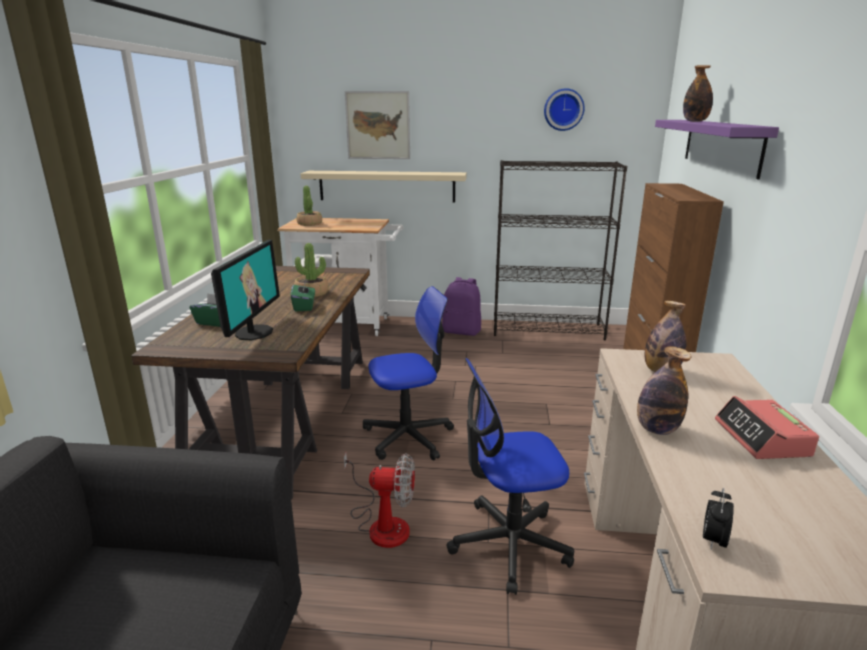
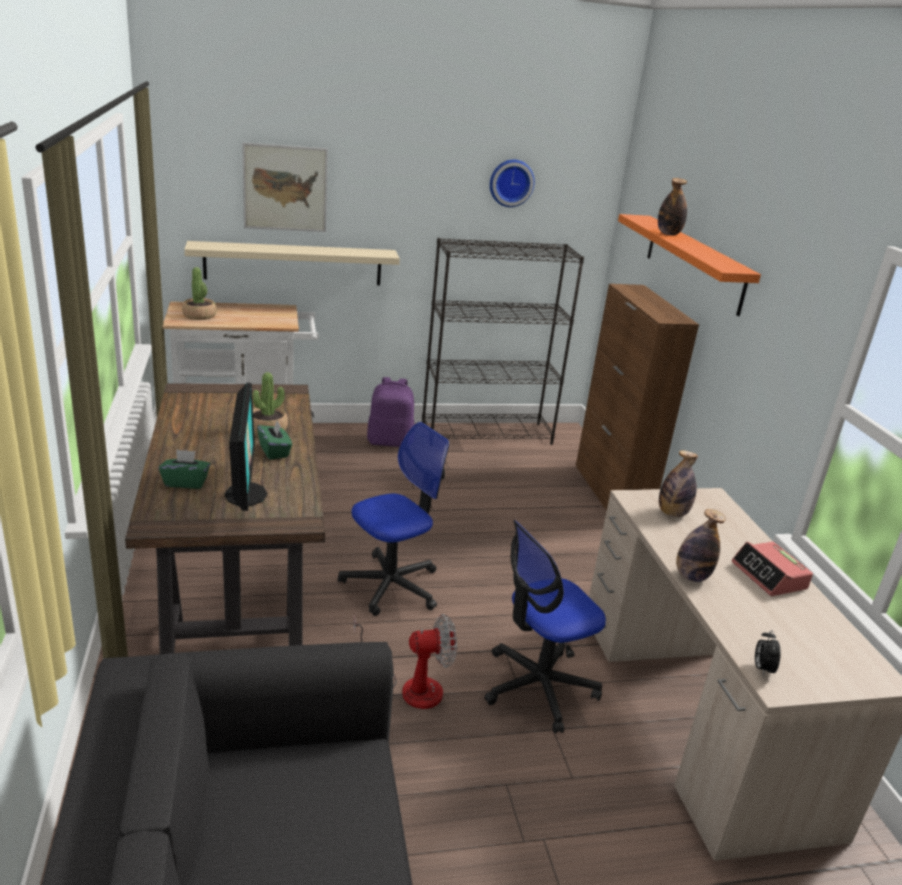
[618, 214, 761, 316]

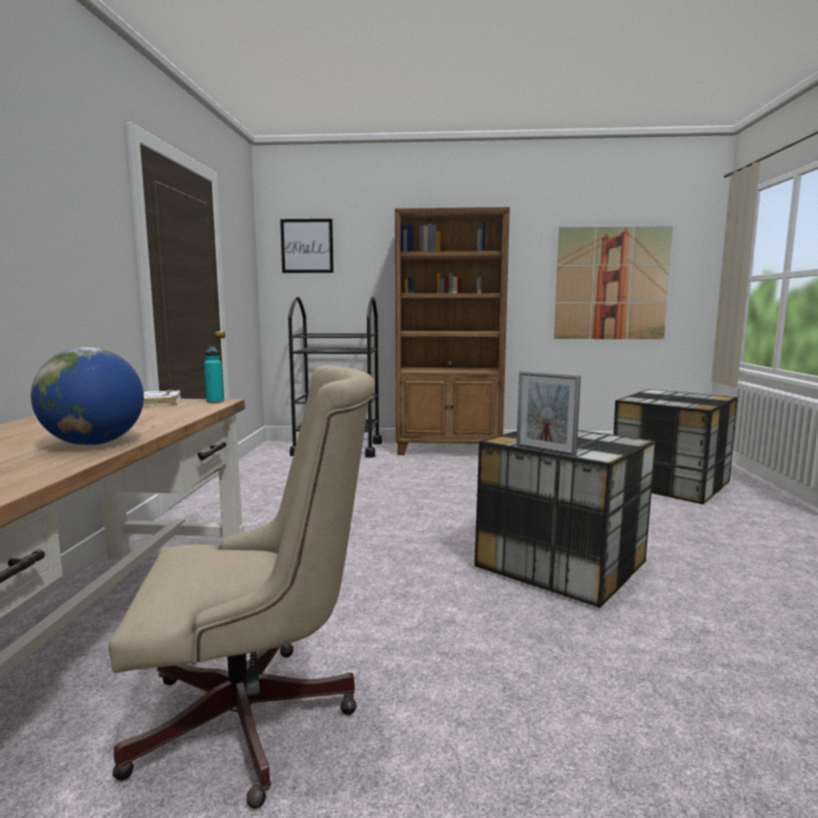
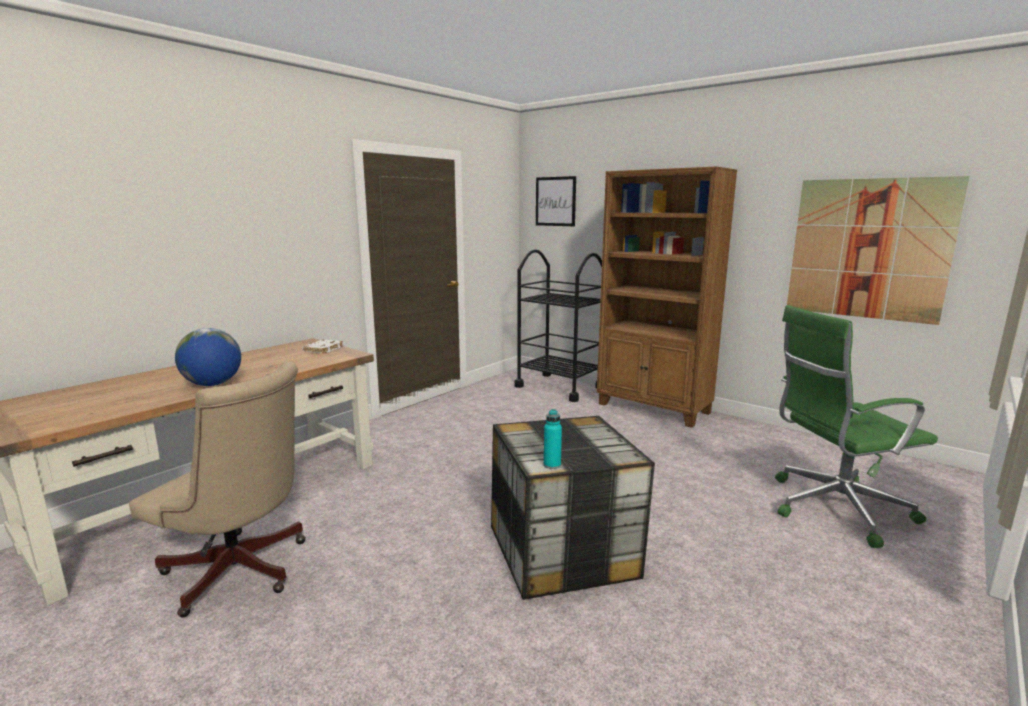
[516, 371, 581, 456] (first image)
[544, 409, 562, 469]
[775, 305, 938, 548]

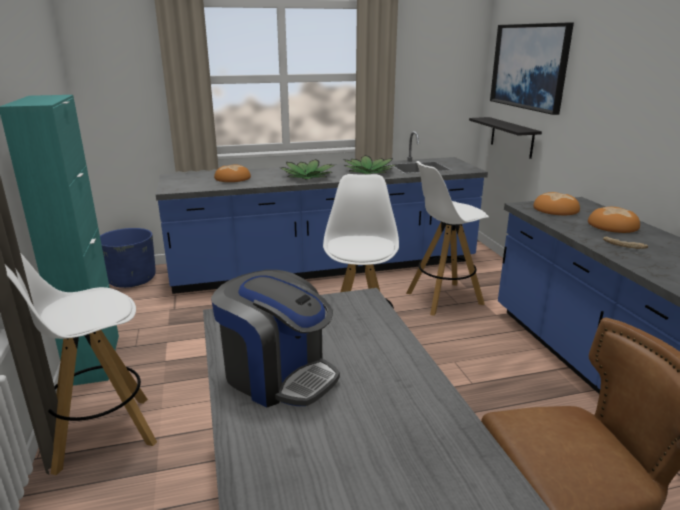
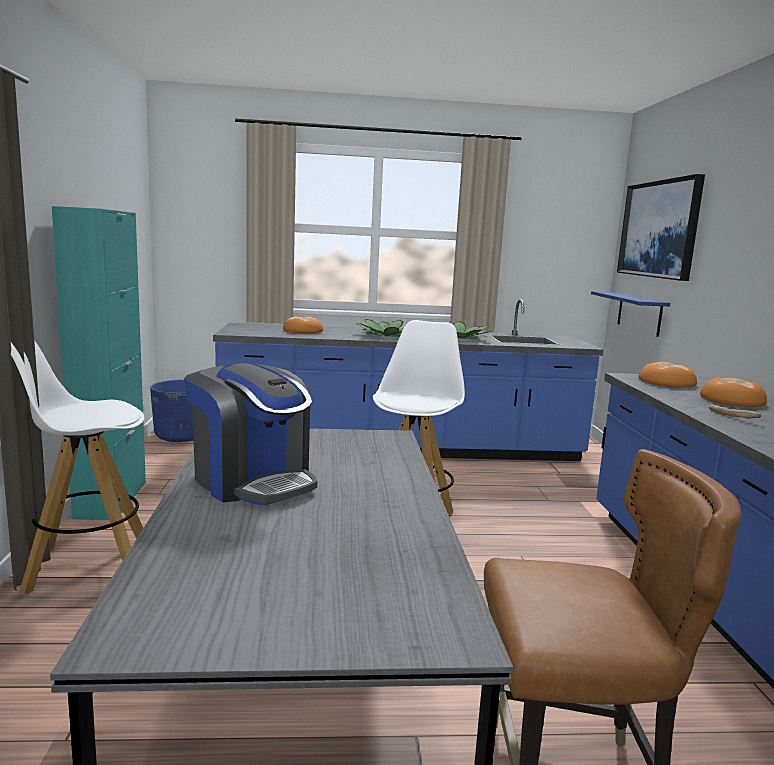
[406, 161, 489, 316] (first image)
[591, 291, 670, 337]

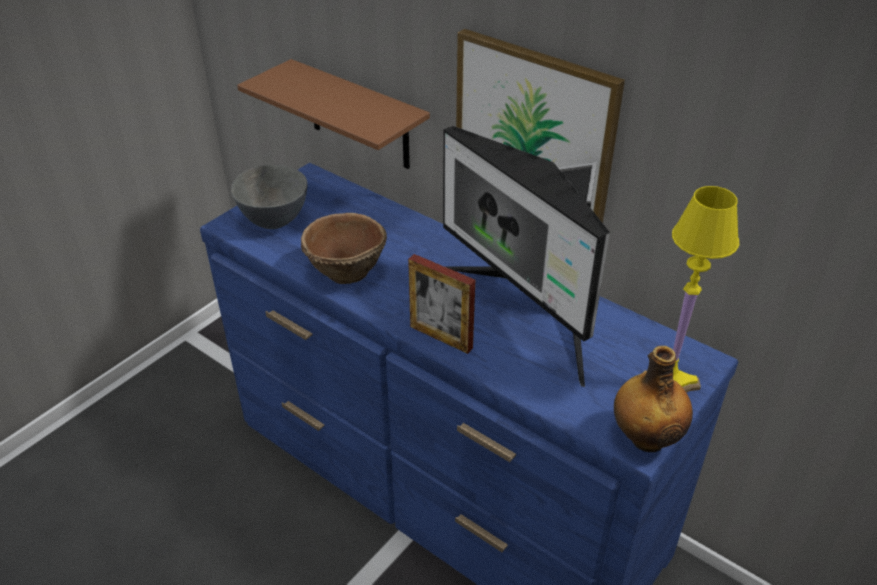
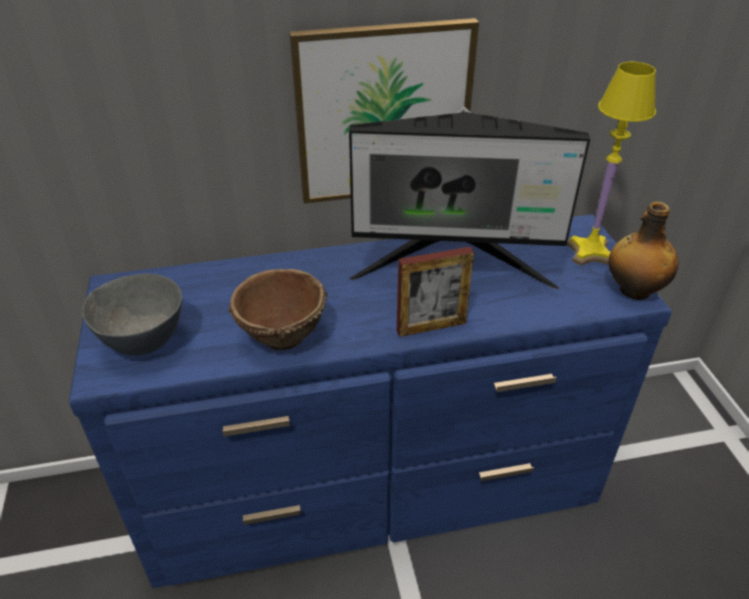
[237, 59, 430, 169] (first image)

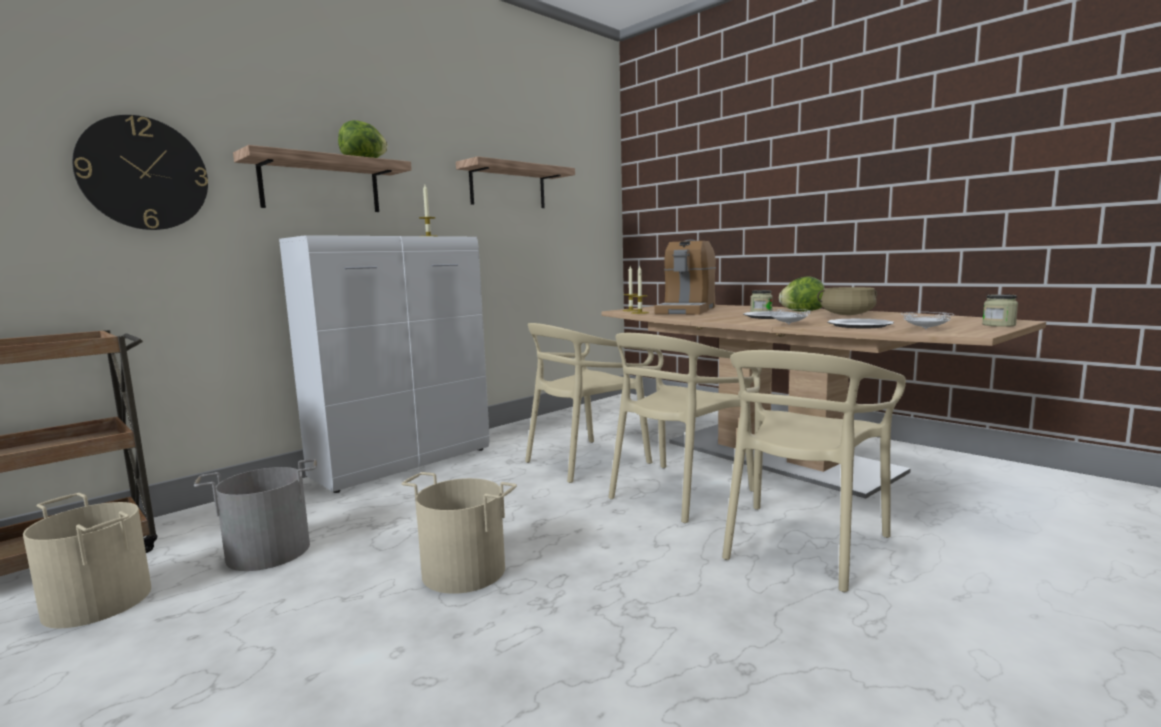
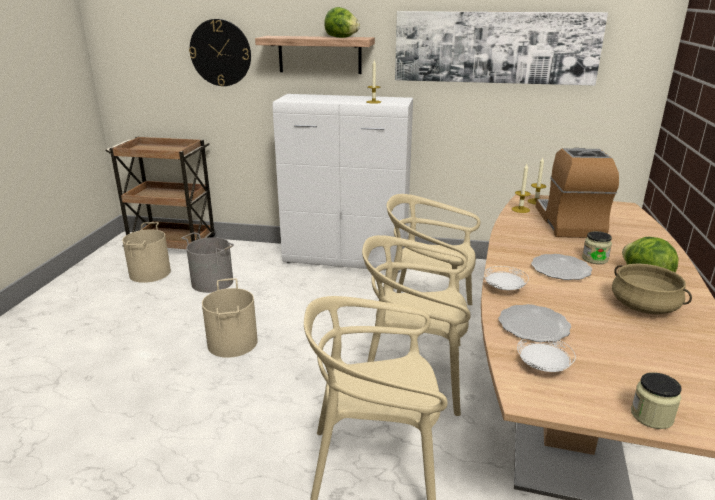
[395, 11, 608, 86]
[536, 148, 619, 238]

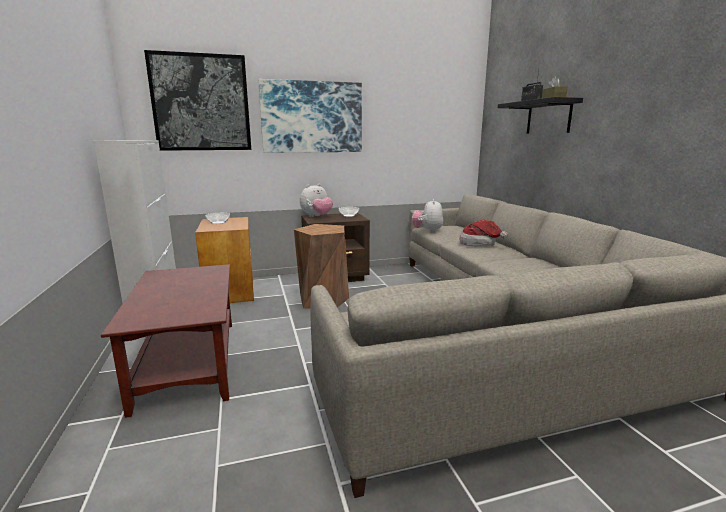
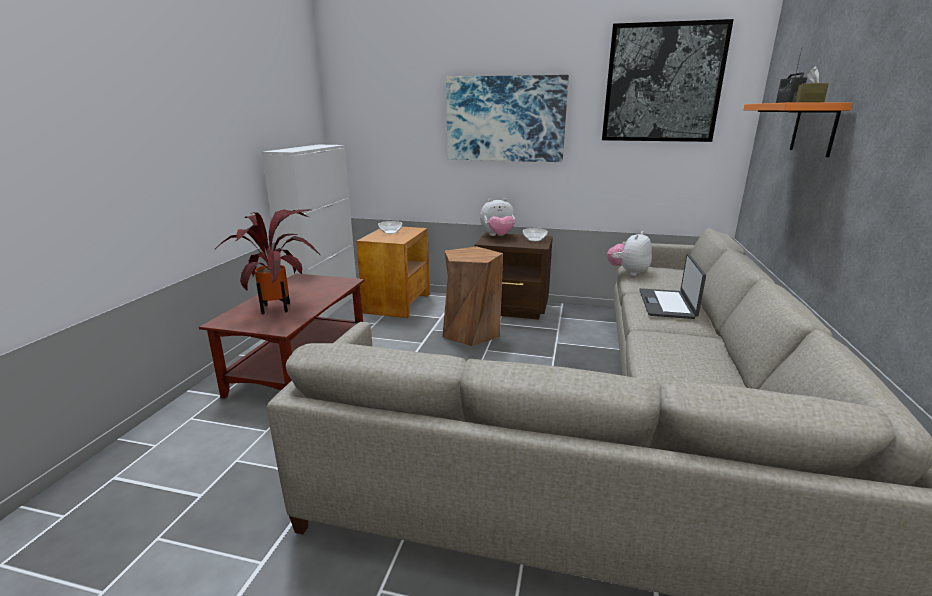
[214, 209, 321, 314]
[602, 19, 734, 142]
[639, 253, 706, 319]
[743, 102, 852, 157]

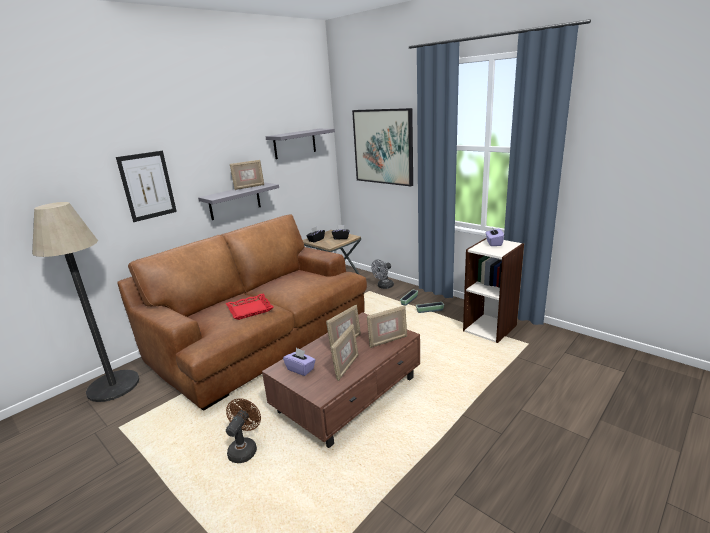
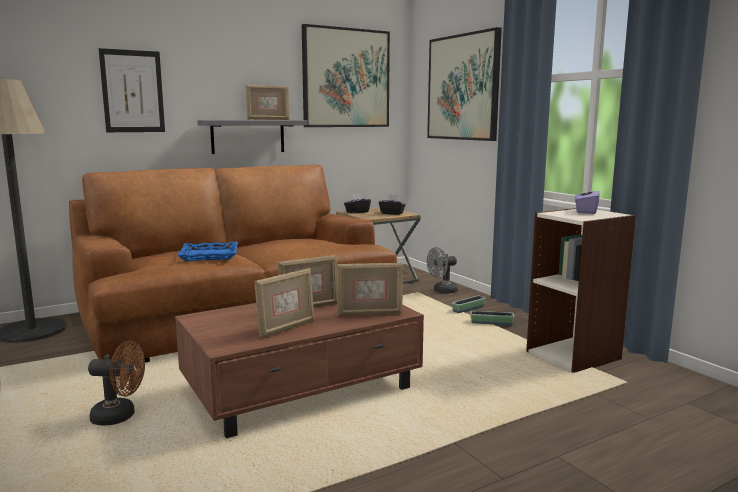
[283, 348, 316, 376] (first image)
[302, 24, 390, 127]
[178, 242, 238, 261]
[88, 341, 145, 425]

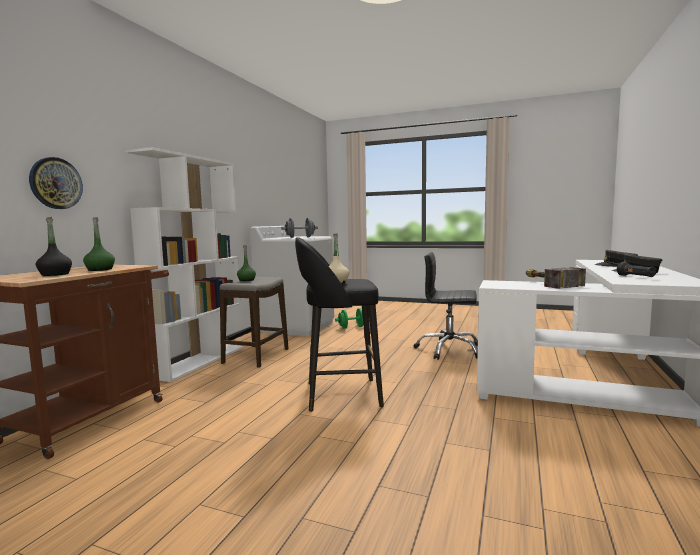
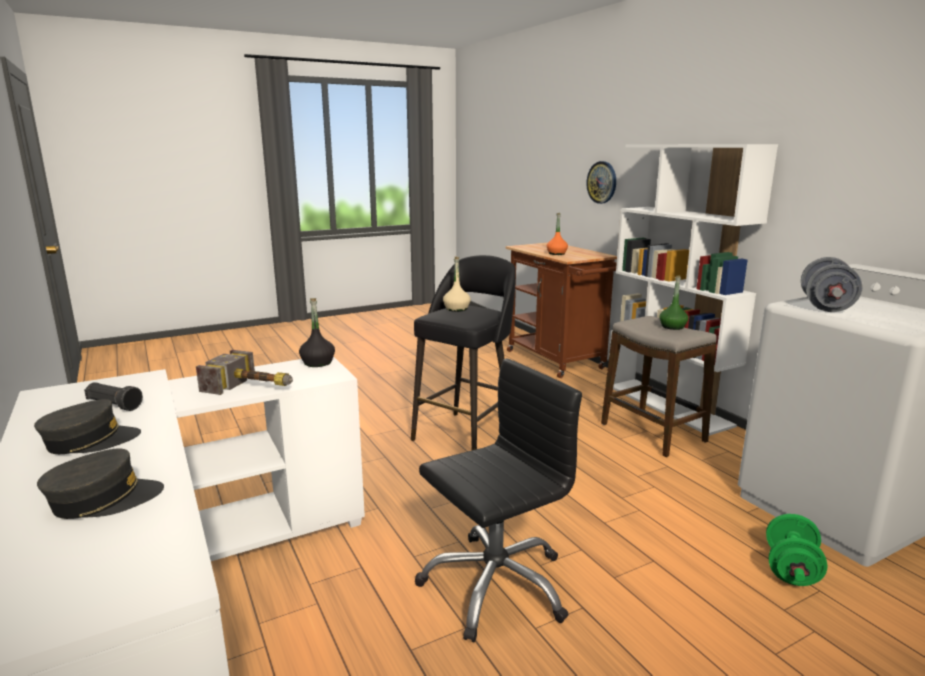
[299, 298, 335, 367]
[547, 213, 568, 255]

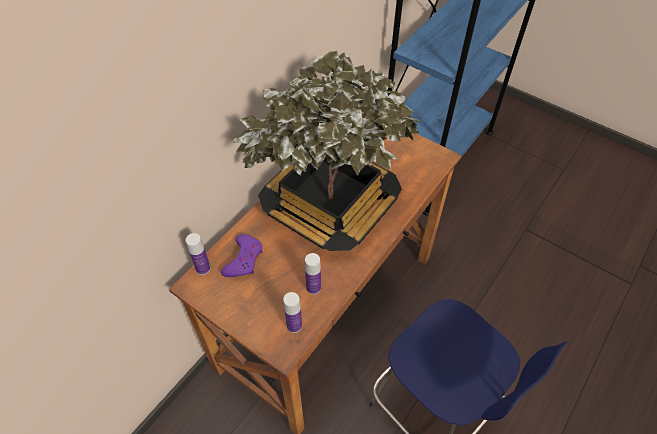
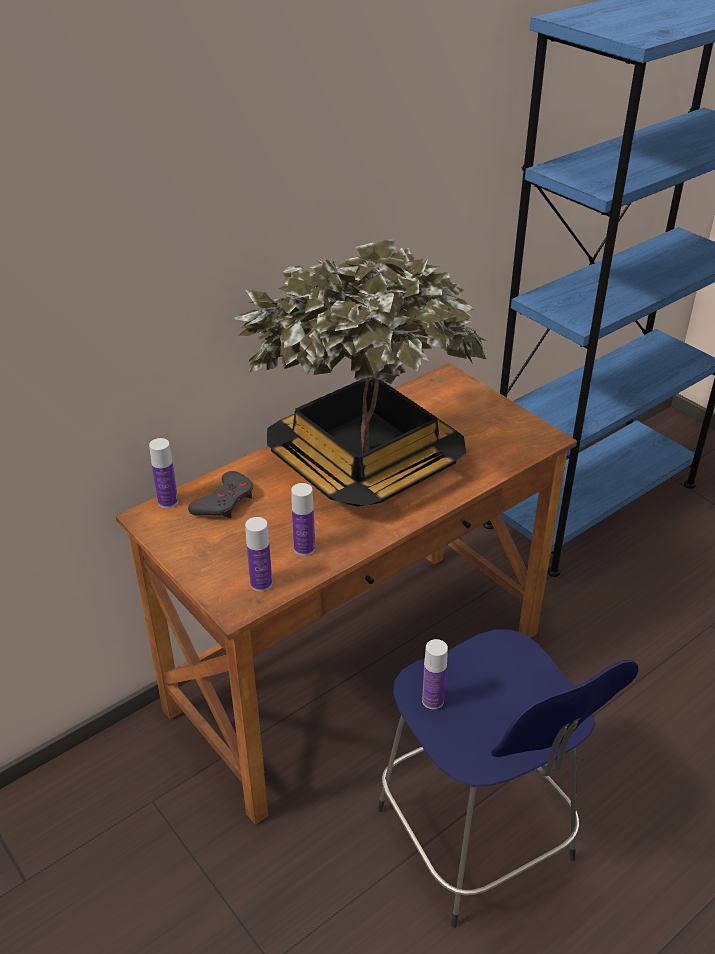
[422, 639, 448, 709]
[188, 471, 253, 518]

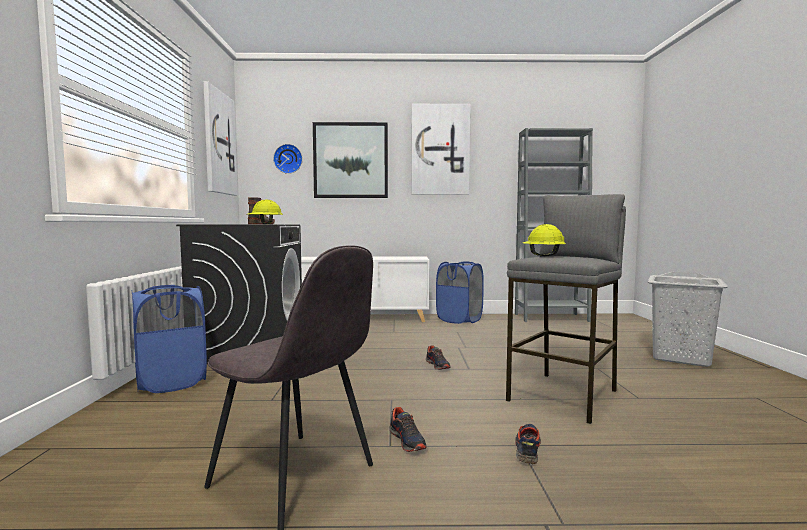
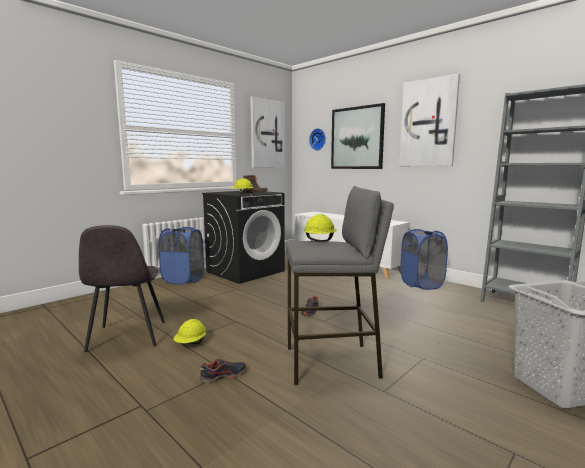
[174, 319, 206, 344]

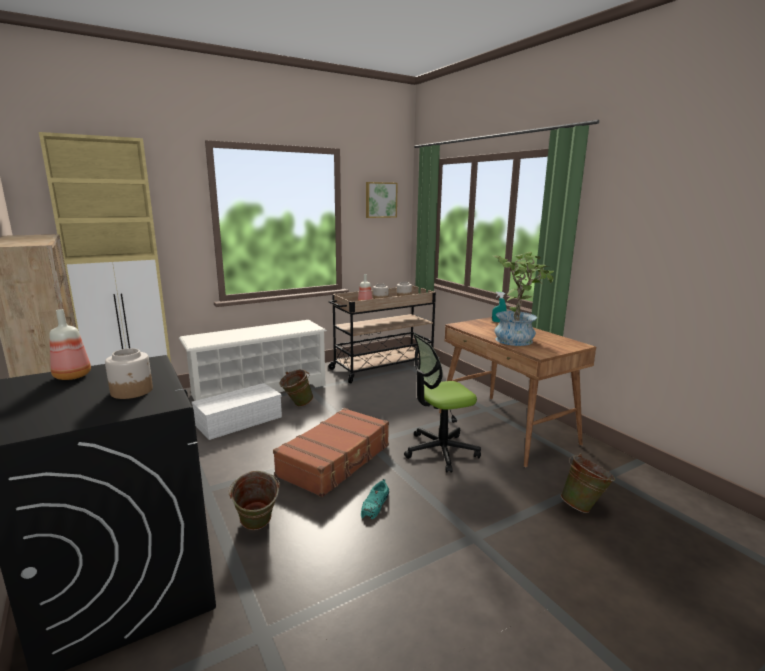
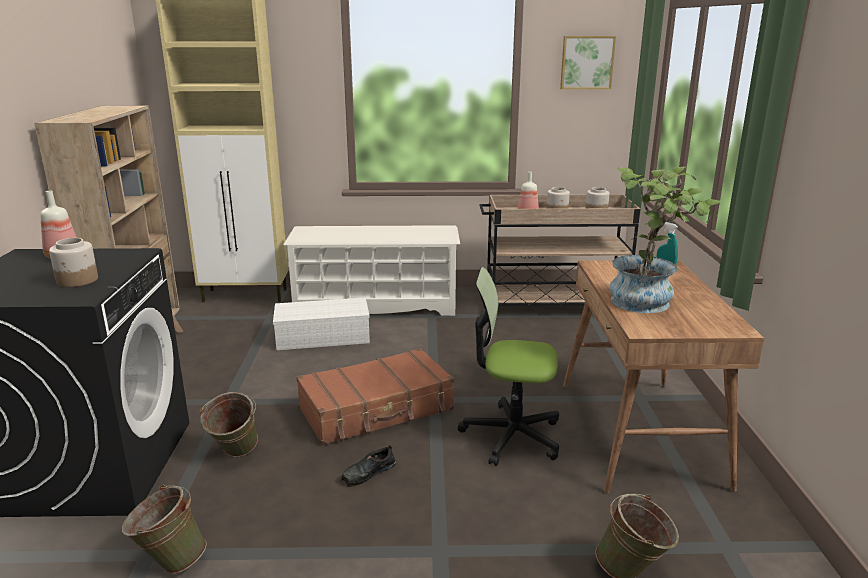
[122, 485, 207, 574]
[340, 445, 396, 487]

